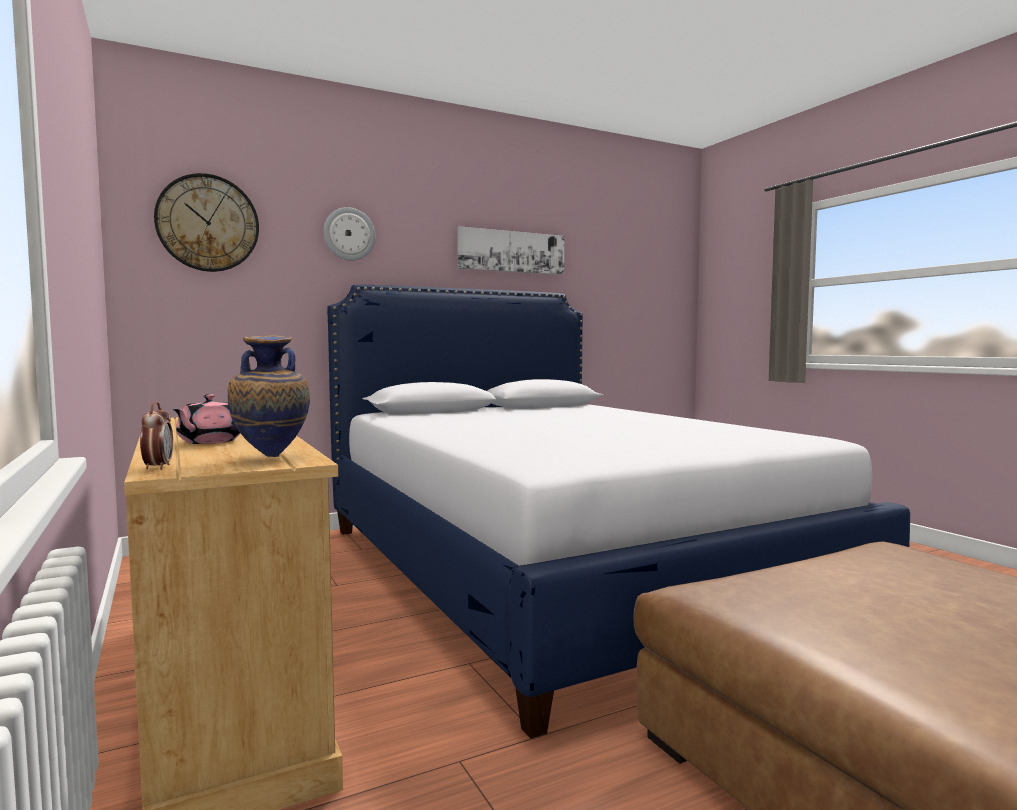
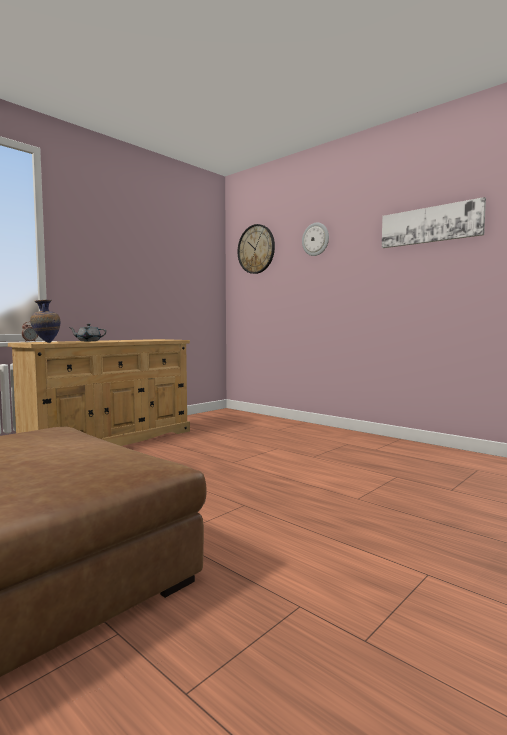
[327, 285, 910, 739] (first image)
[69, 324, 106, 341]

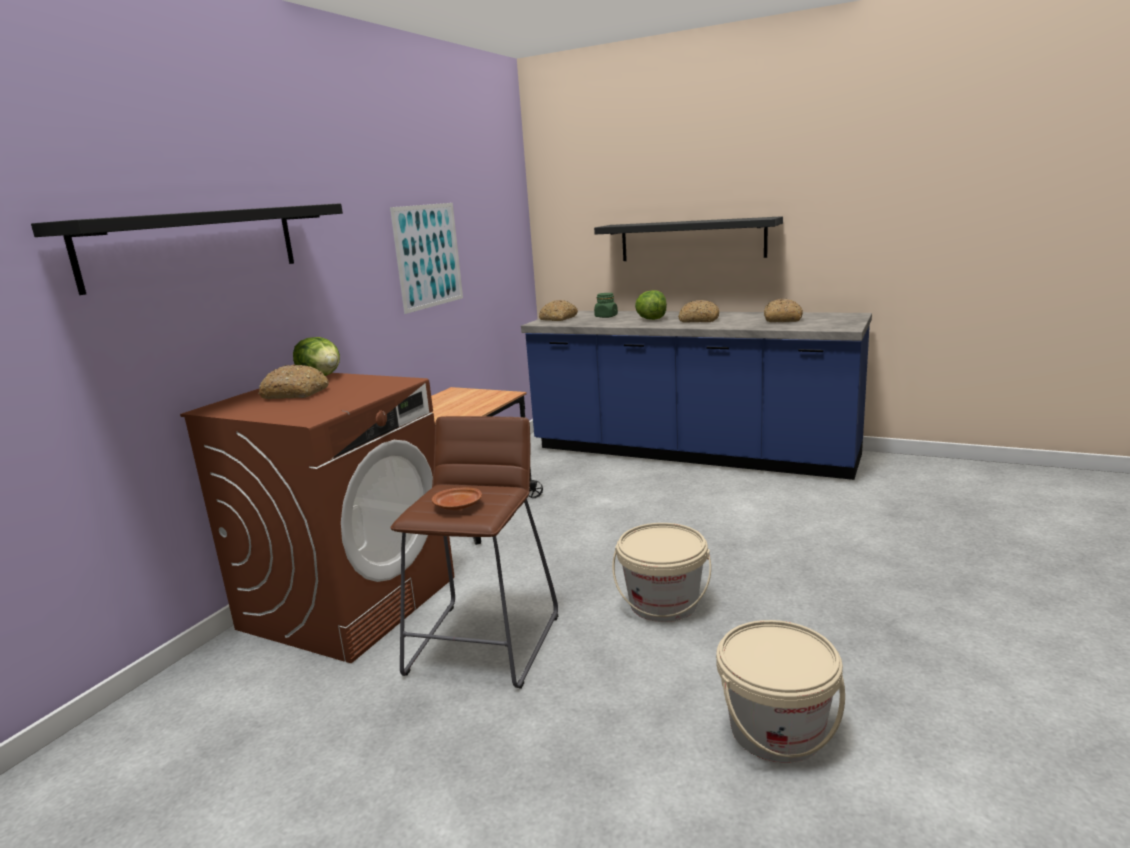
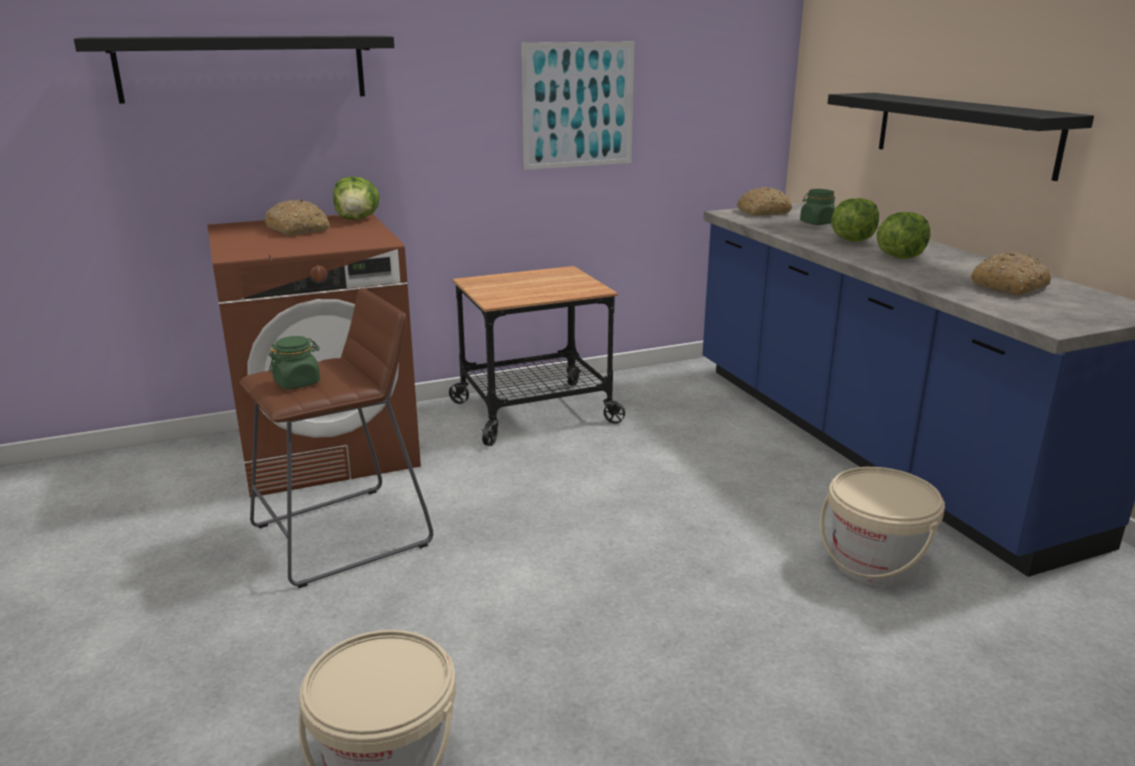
[820, 467, 945, 587]
[269, 336, 320, 389]
[877, 212, 931, 259]

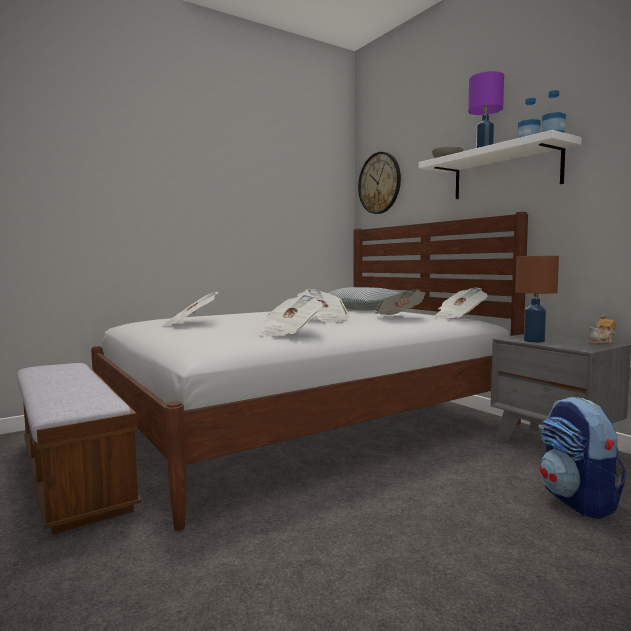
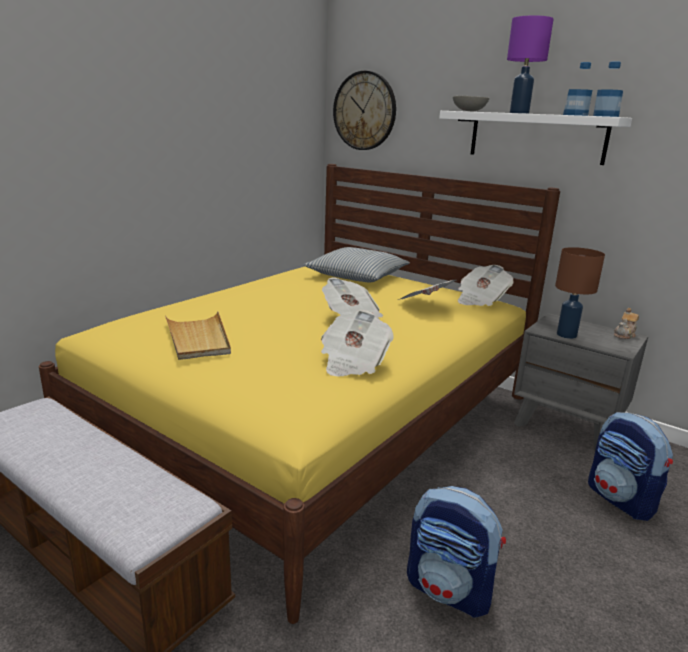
[407, 486, 506, 617]
[165, 311, 231, 360]
[39, 164, 560, 624]

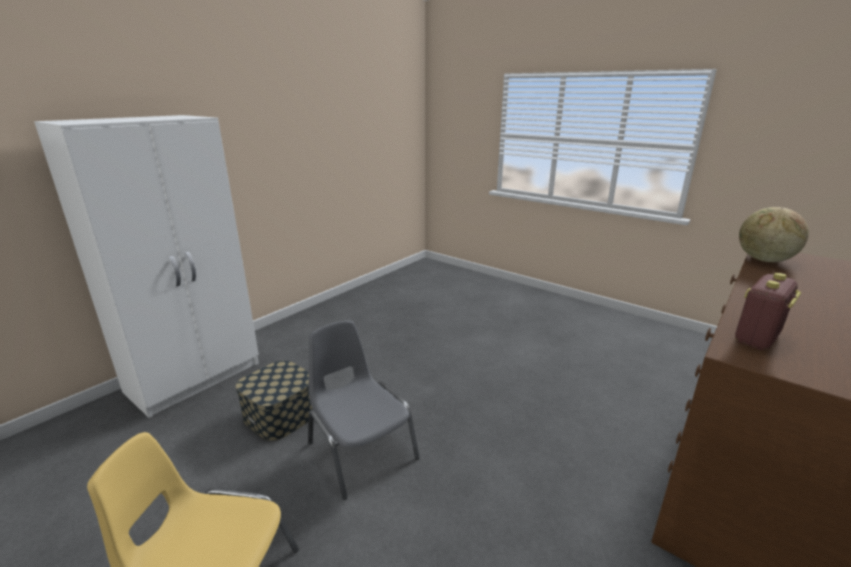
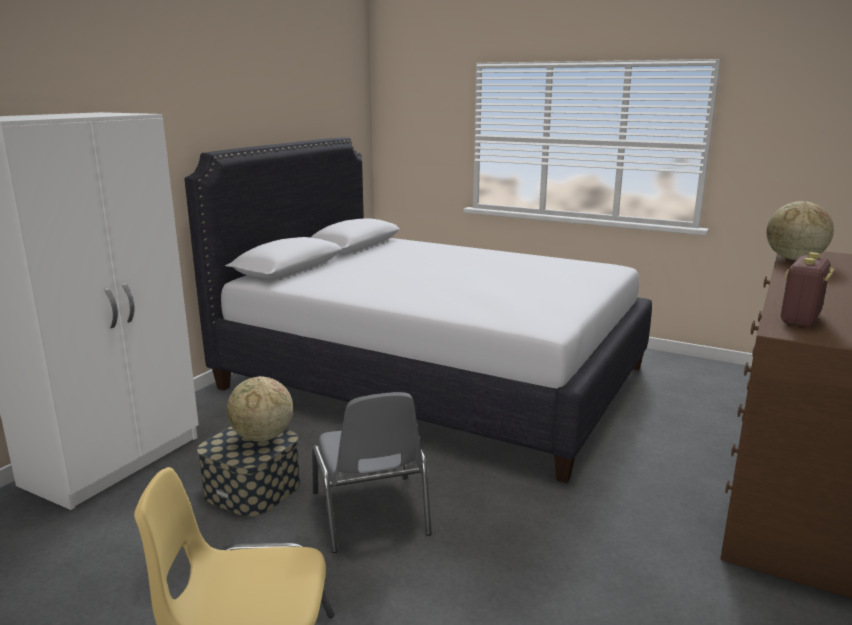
[184, 137, 652, 483]
[227, 376, 293, 441]
[312, 392, 432, 553]

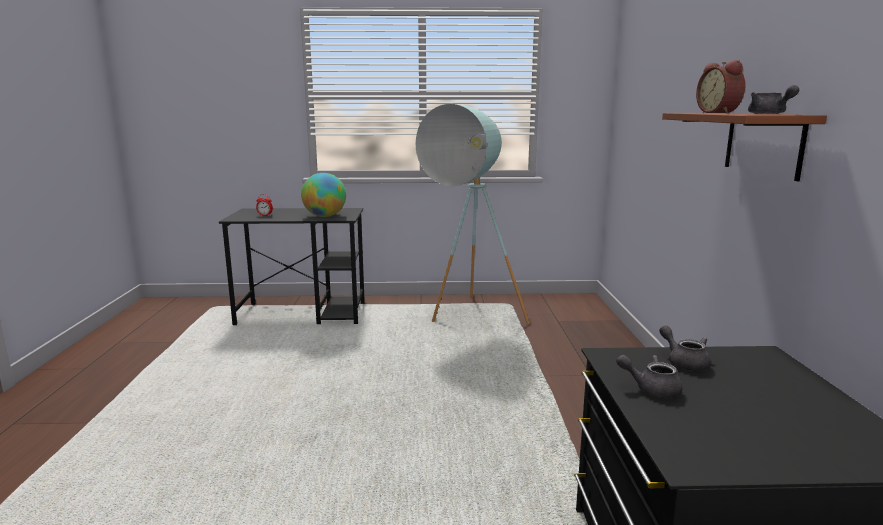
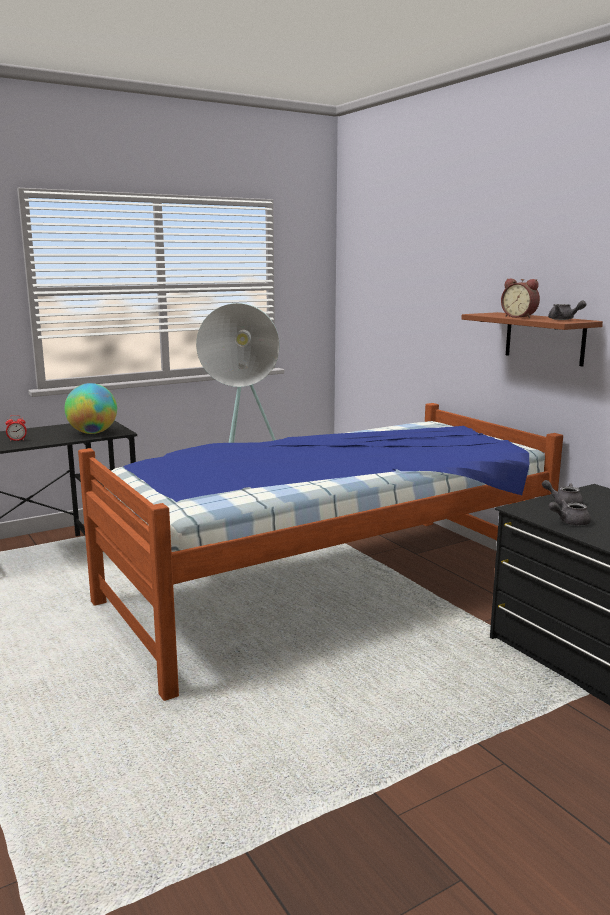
[78, 403, 563, 701]

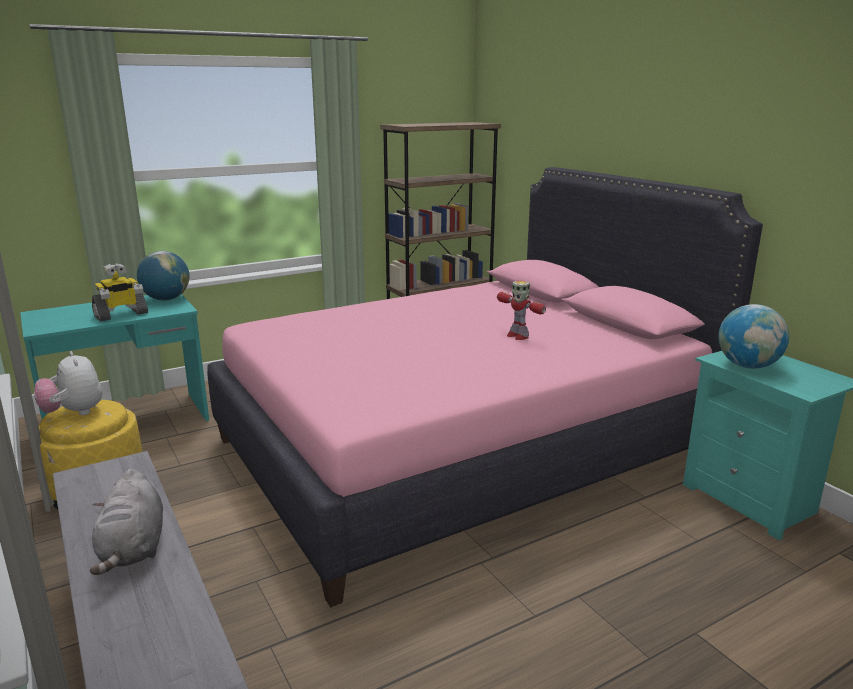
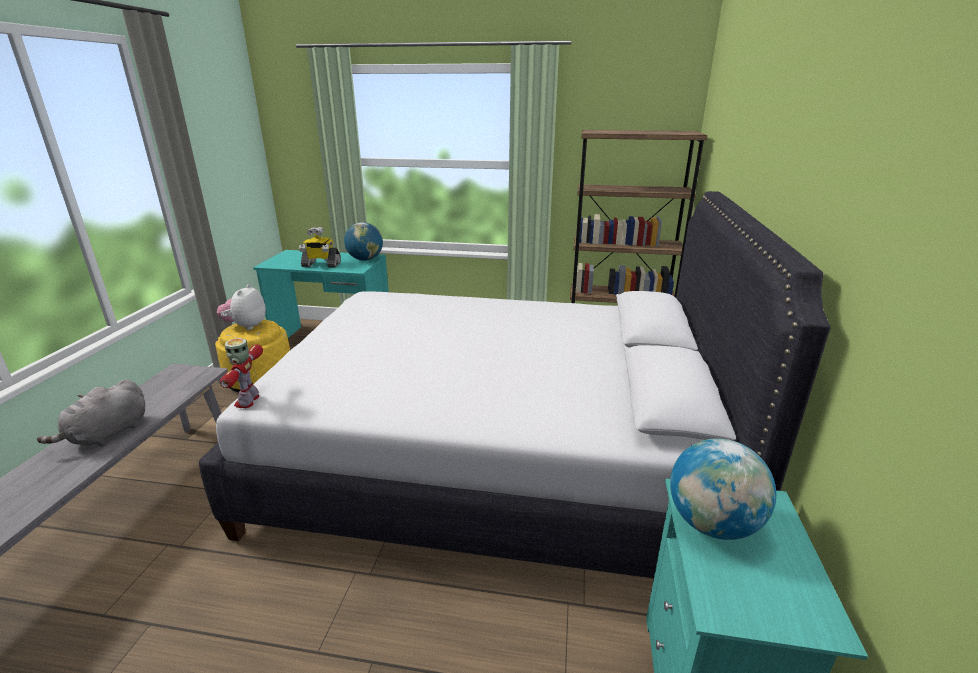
[220, 338, 263, 408]
[199, 191, 831, 578]

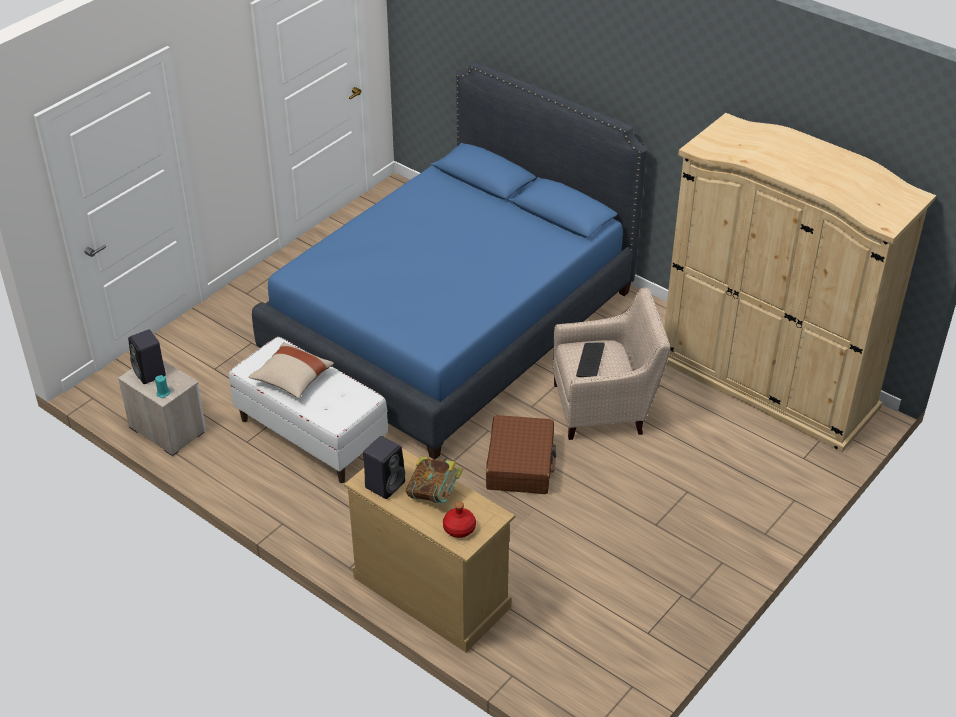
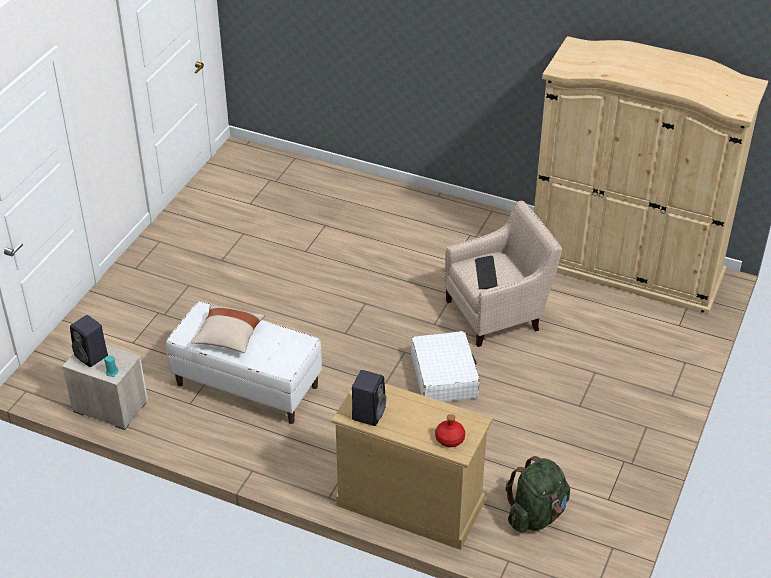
[252, 62, 647, 460] (first image)
[406, 456, 463, 503] (first image)
[506, 456, 570, 533]
[411, 331, 480, 402]

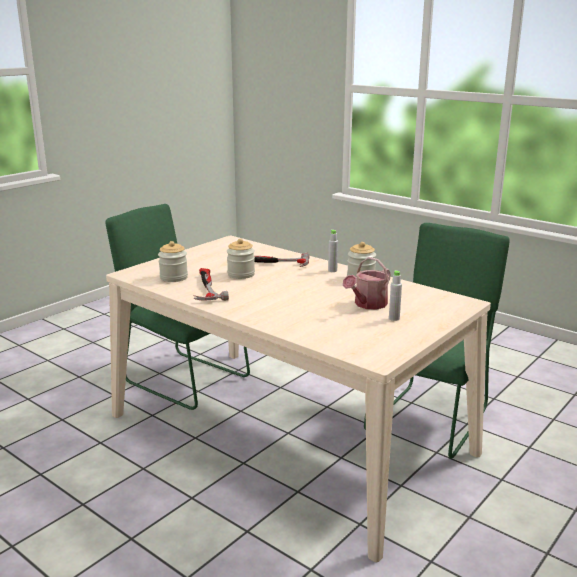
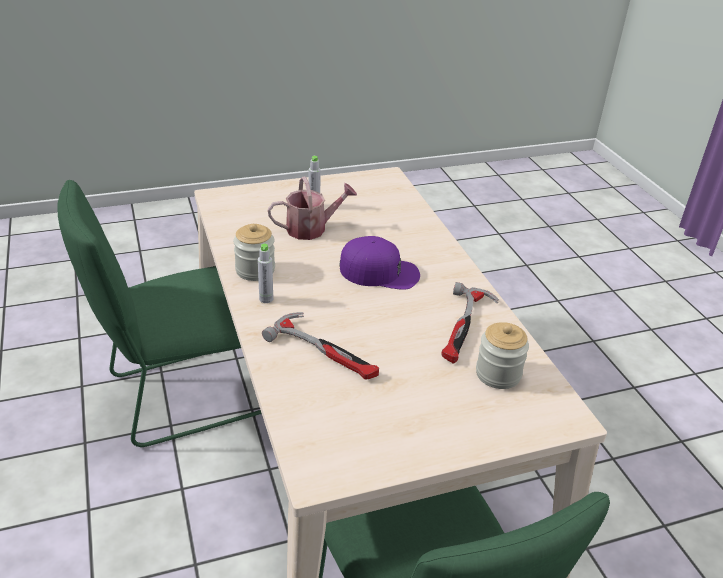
[227, 239, 255, 279] (first image)
[340, 236, 420, 290]

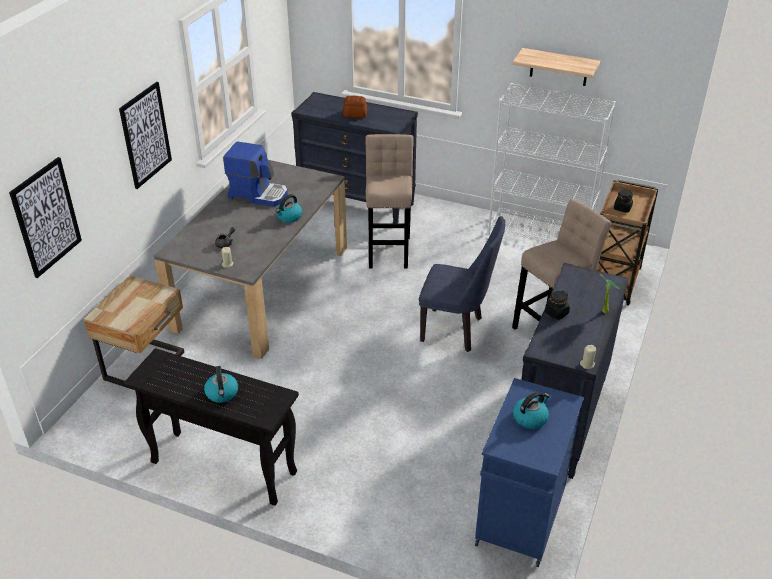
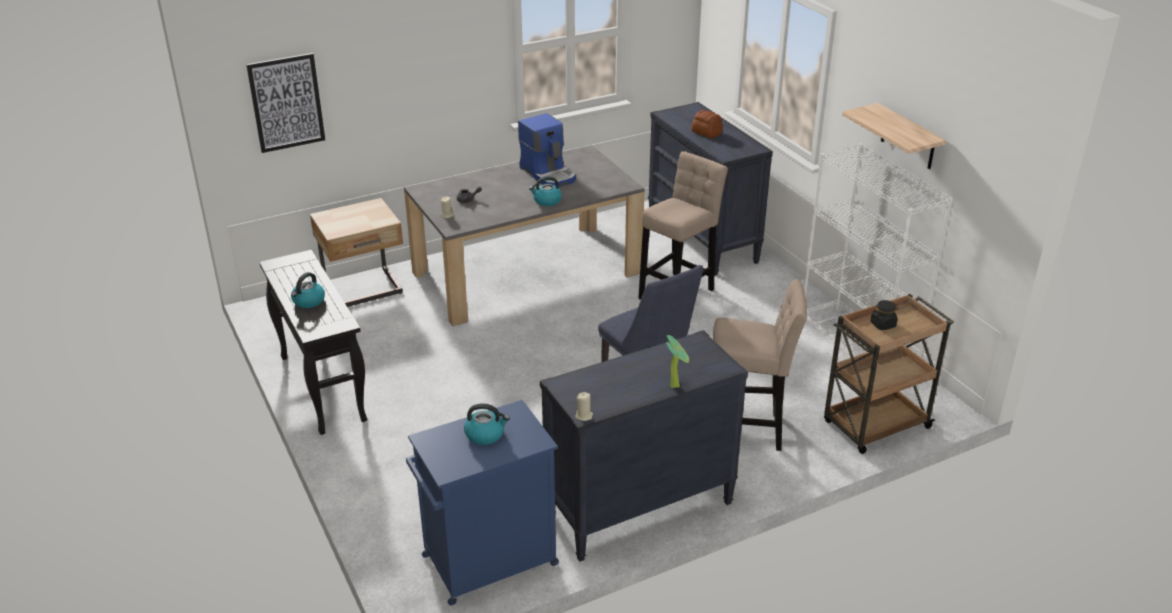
[119, 82, 172, 189] (first image)
[545, 291, 570, 320] (first image)

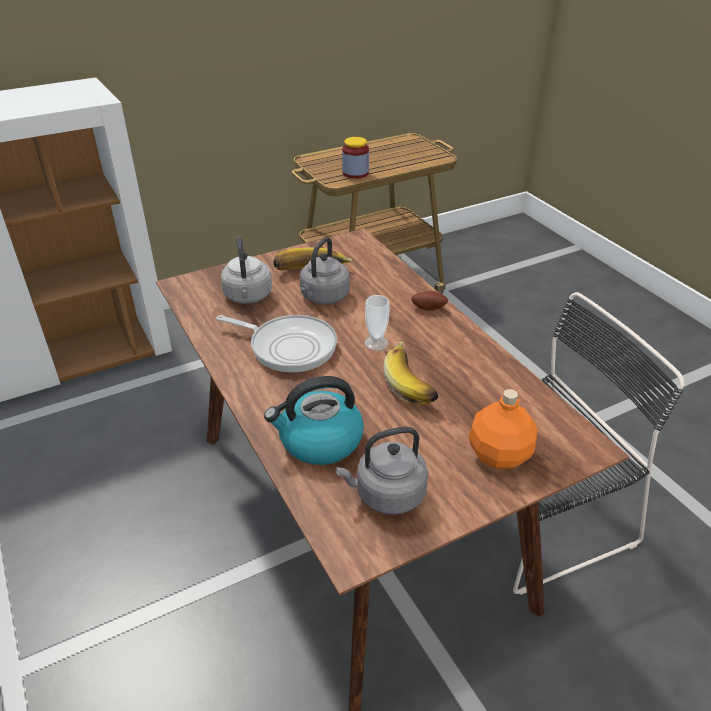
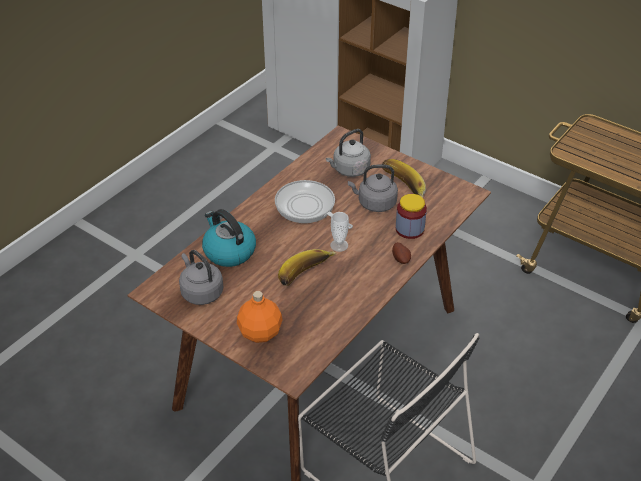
[396, 194, 427, 239]
[275, 180, 353, 229]

